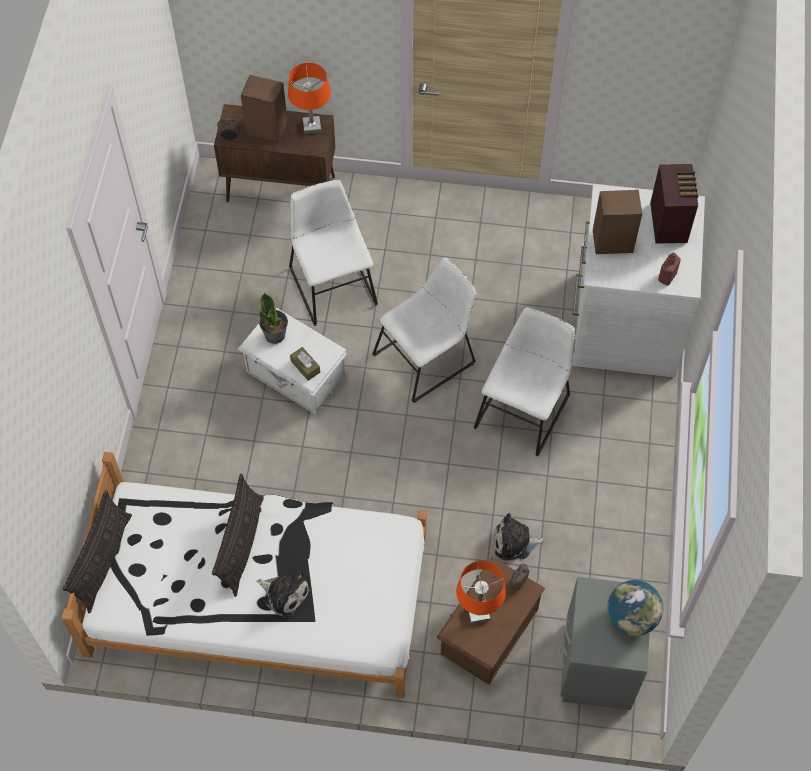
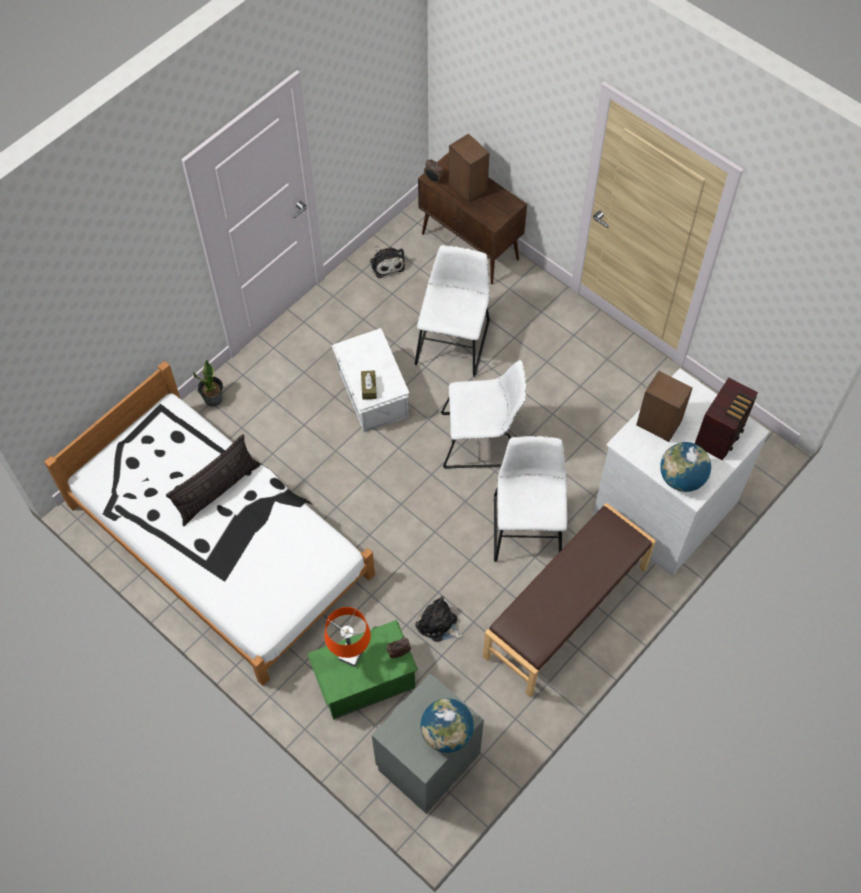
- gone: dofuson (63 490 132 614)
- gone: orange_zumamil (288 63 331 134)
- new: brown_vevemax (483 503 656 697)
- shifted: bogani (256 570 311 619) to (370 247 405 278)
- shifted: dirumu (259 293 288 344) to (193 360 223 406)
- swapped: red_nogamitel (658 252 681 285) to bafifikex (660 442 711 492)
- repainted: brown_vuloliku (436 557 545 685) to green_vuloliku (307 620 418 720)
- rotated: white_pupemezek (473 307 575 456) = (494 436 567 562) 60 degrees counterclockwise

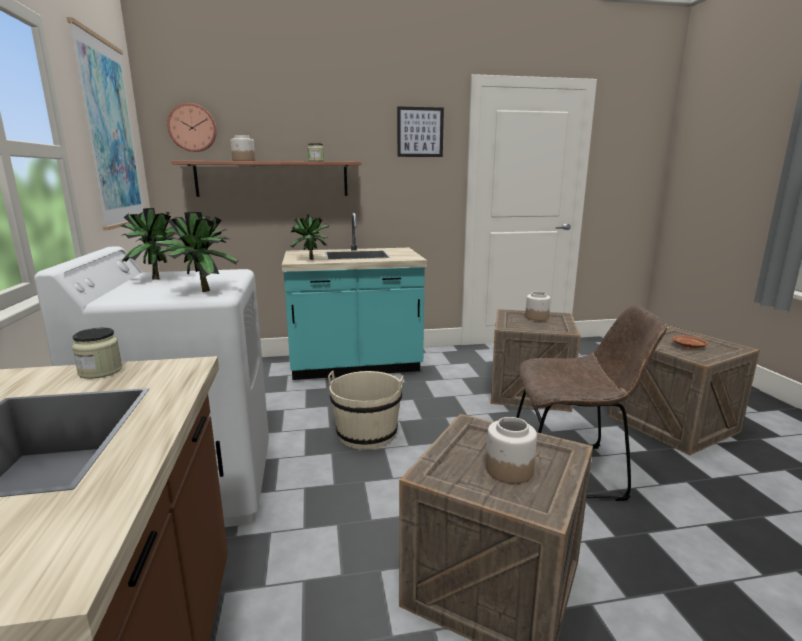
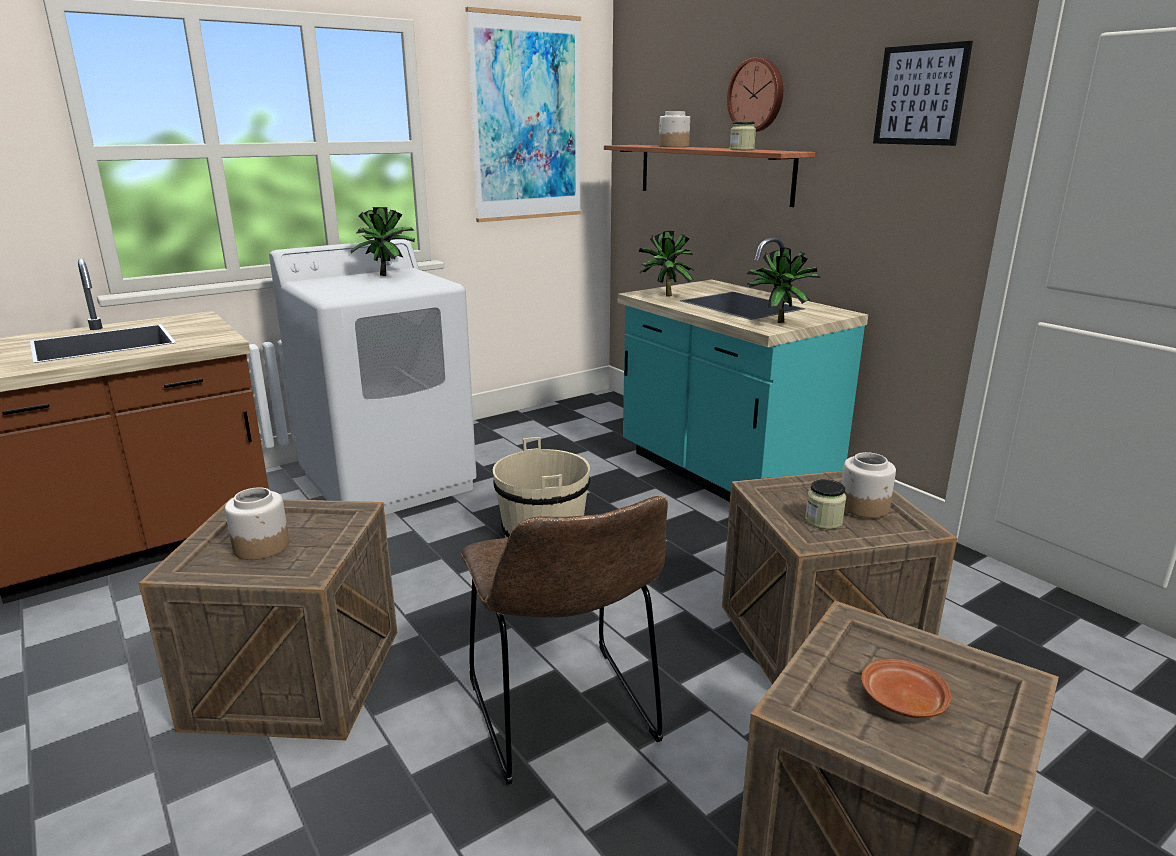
- shifted: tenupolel (72 327 122 379) to (805 479 846 529)
- shifted: dirumu (155 212 238 292) to (747 247 821 323)
- shifted: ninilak (167 103 217 152) to (727 58 783 132)

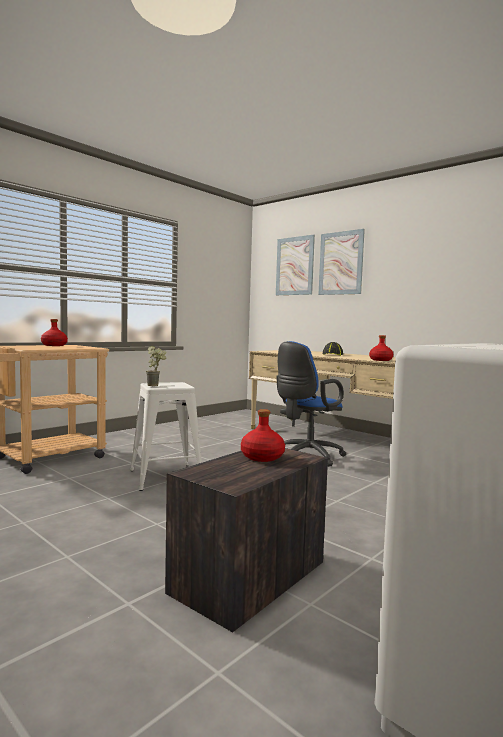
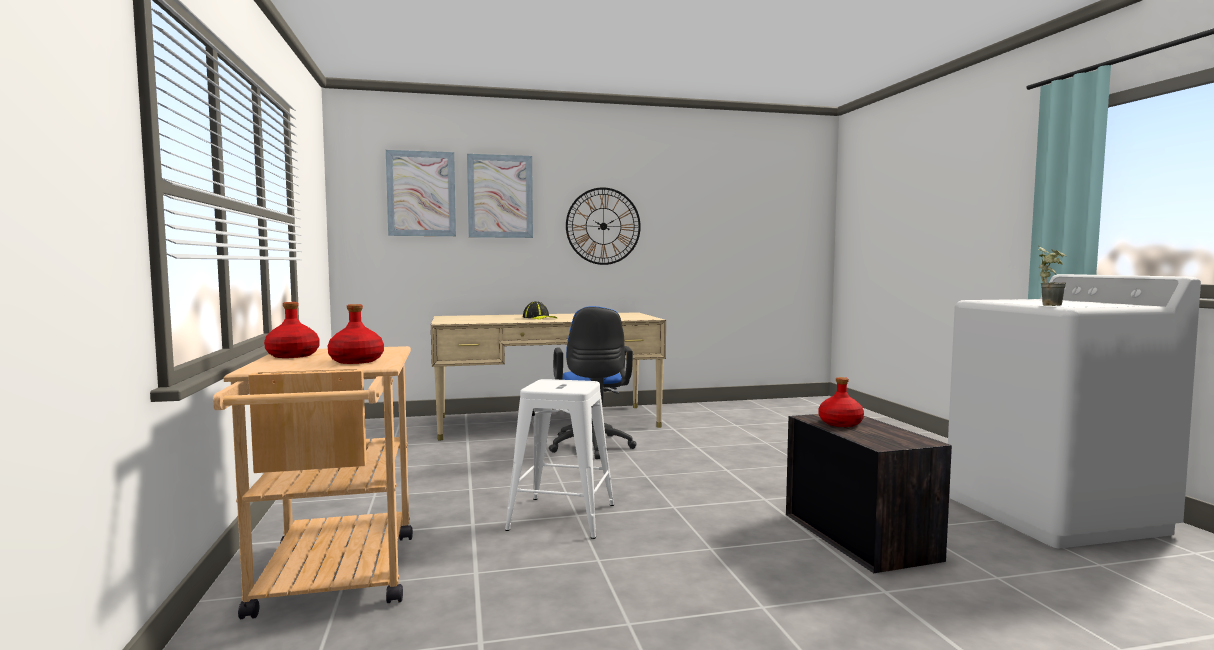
- new: ninilak (566 187 641 265)
- shifted: dirumu (146 346 166 386) to (1038 245 1066 306)
- shifted: red_nogamitel (369 335 393 361) to (328 304 384 364)

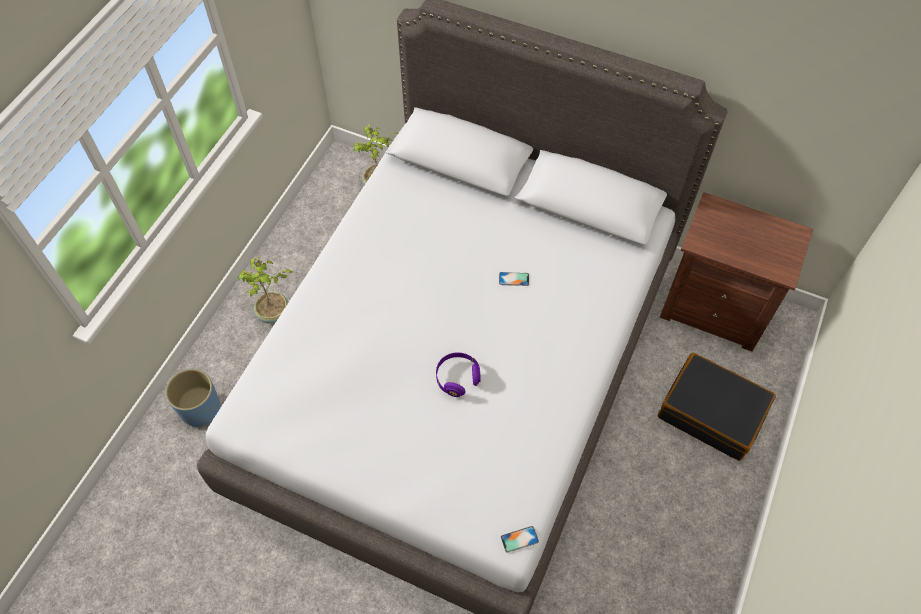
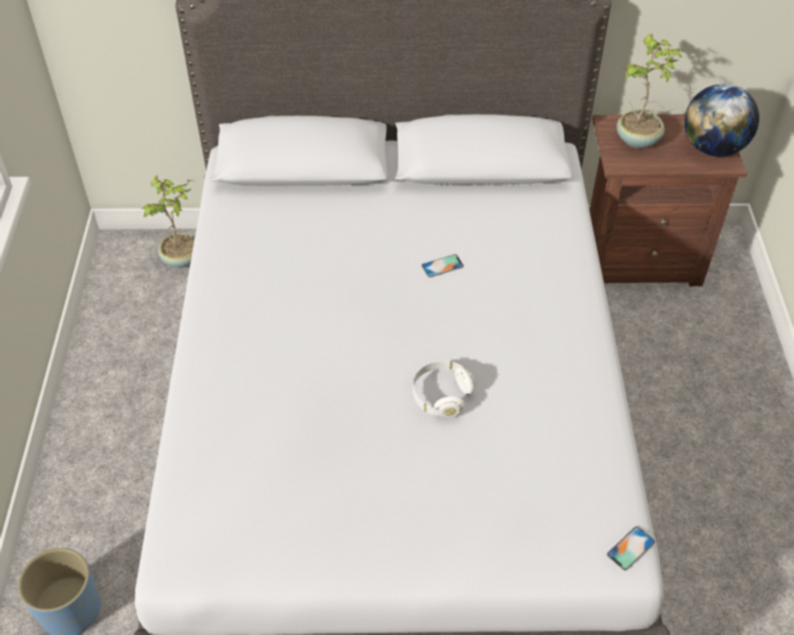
- gone: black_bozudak (658 353 776 461)
- new: bafifikex (684 84 759 157)
- shifted: dirumu (238 256 292 324) to (617 34 684 149)
- repainted: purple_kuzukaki (436 352 481 397) to white_kuzukaki (413 361 475 418)

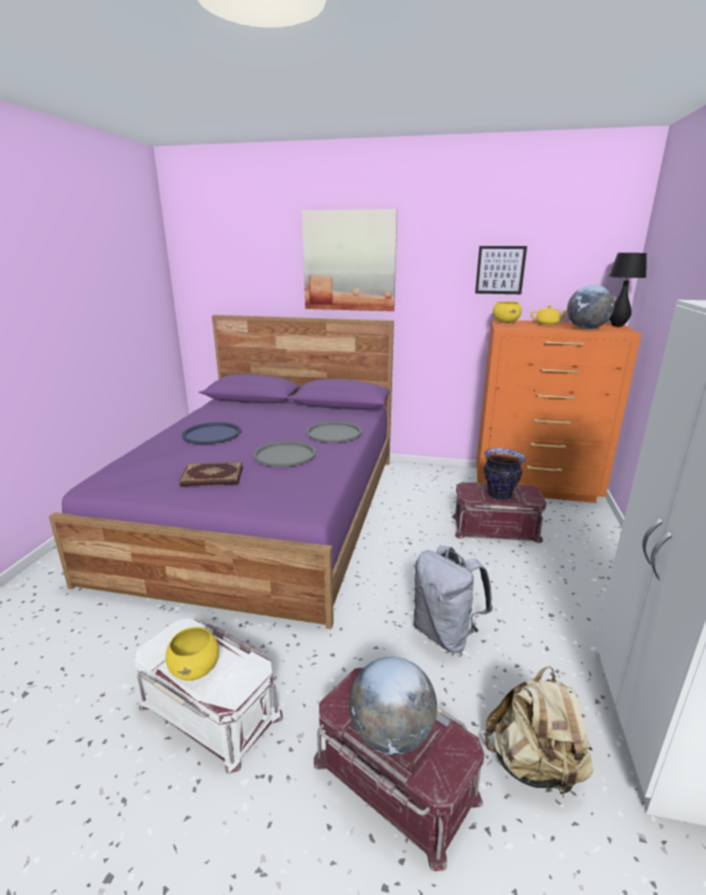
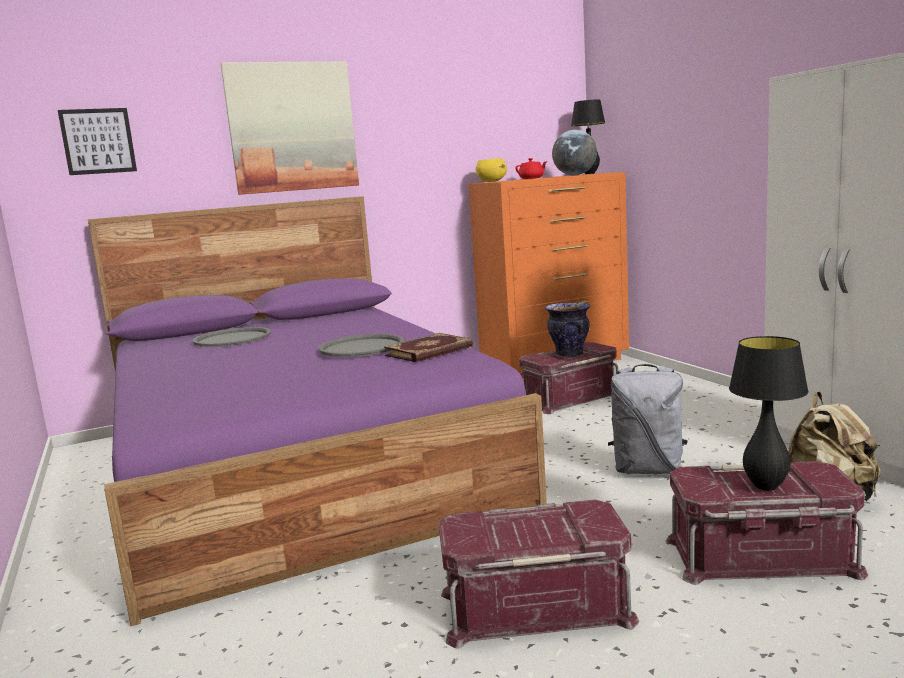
- gone: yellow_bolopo (166 627 219 681)
- gone: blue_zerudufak (182 422 241 444)
- shifted: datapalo (180 462 243 486) to (384 333 473 362)
- shifted: grey_zerudufak (306 421 362 443) to (193 327 271 347)
- shifted: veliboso (475 246 527 294) to (58 108 137 175)
- swapped: bafifikex (349 657 437 755) to black_zumamil (729 336 809 491)
- repainted: white_vuloliku (134 618 283 774) to red_vuloliku (439 500 639 649)
- repainted: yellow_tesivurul (531 305 567 325) to red_tesivurul (515 158 548 179)

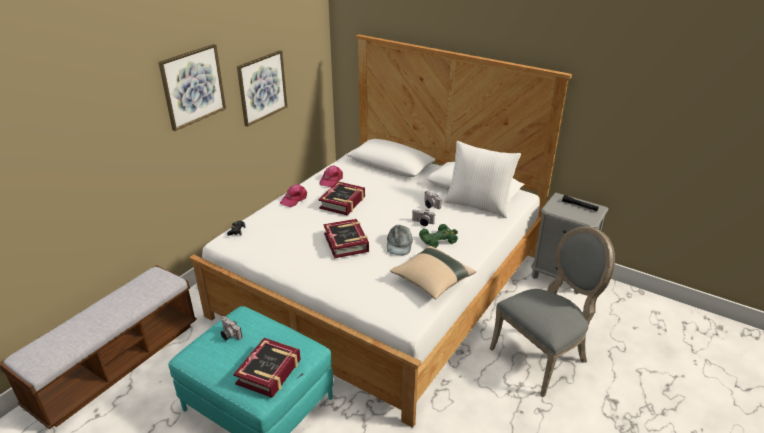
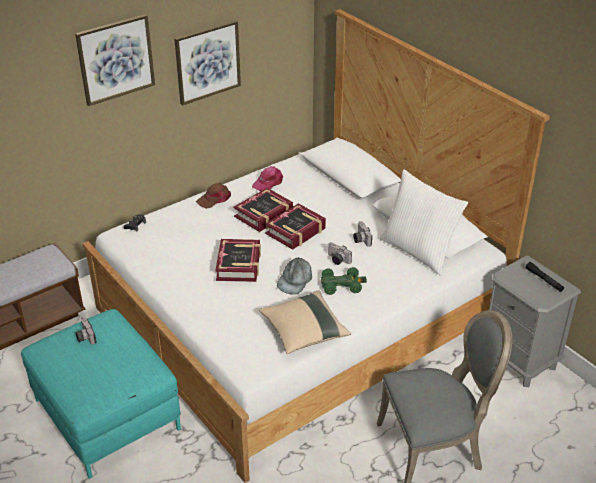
- shifted: datapalo (233 338 301 398) to (265 203 326 250)
- repainted: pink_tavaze (280 184 307 207) to brown_tavaze (196 183 231 209)

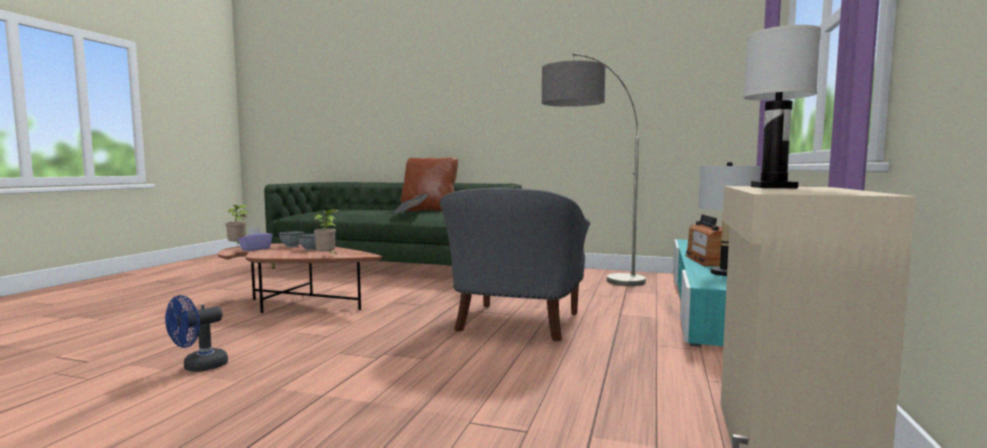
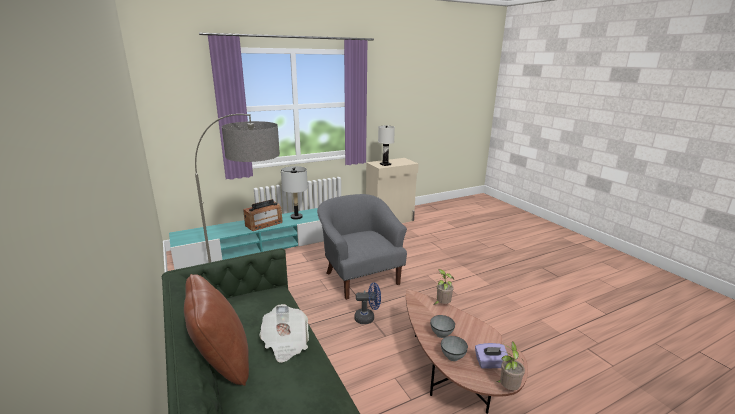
- shifted: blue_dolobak (165 295 228 372) to (354 283 381 324)
- rotated: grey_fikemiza (440 188 590 341) = (317 194 407 300) 90 degrees counterclockwise

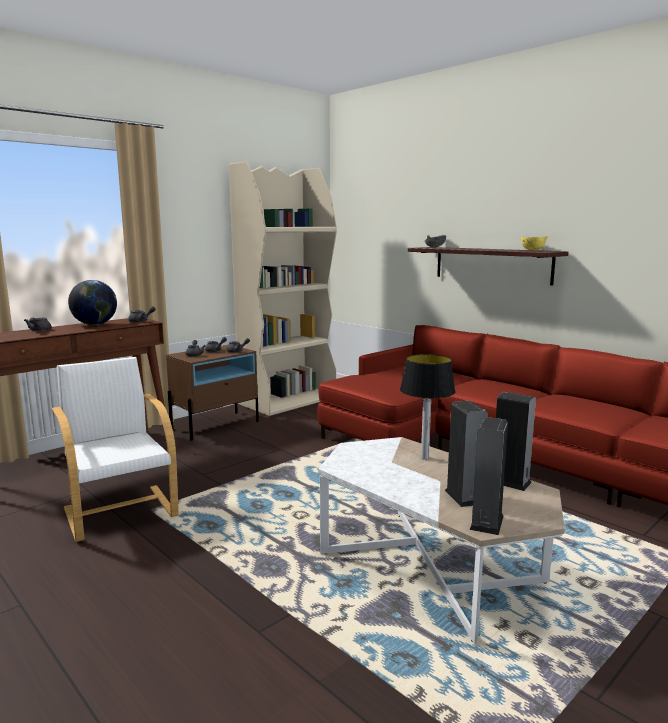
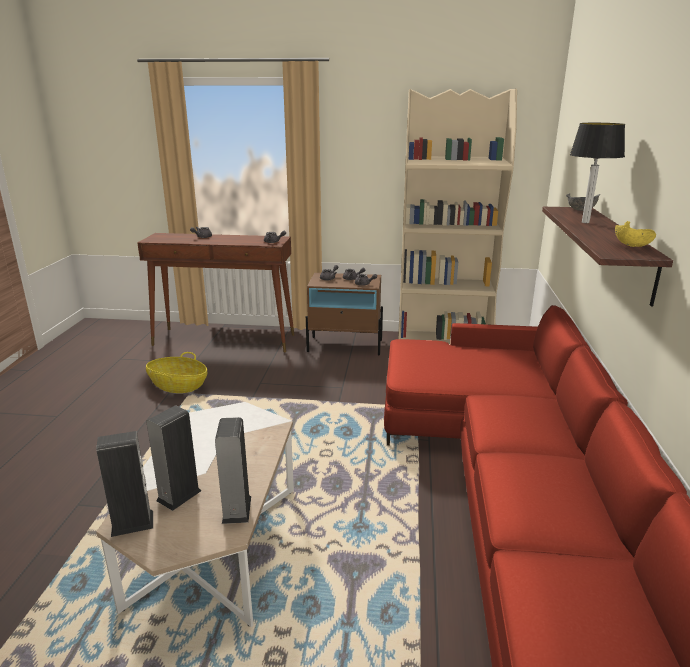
- gone: bafifikex (68 280 117 325)
- shifted: zumamil (400 354 456 460) to (570 123 625 223)
- swapped: white_fikemiza (52 357 179 542) to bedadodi (146 352 207 393)

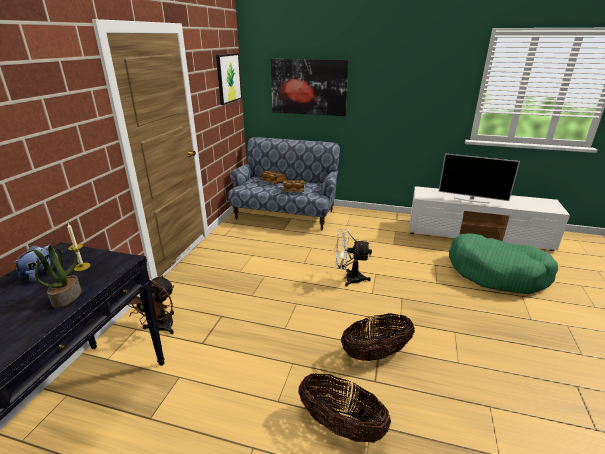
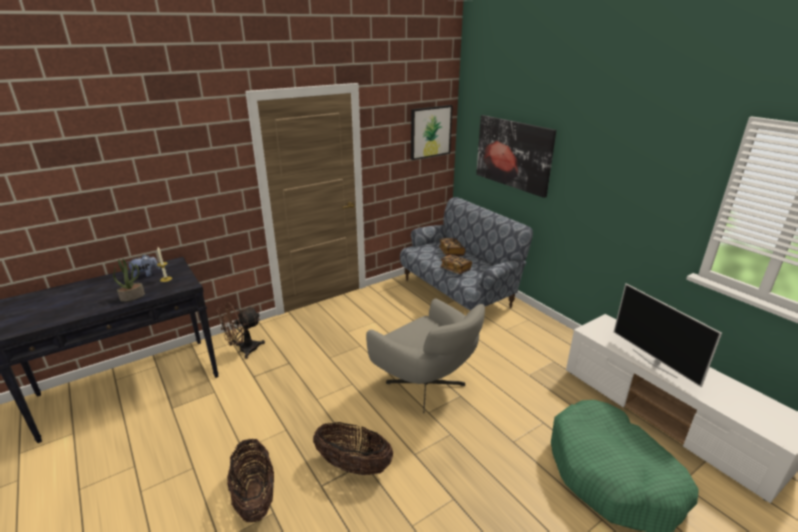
- swapped: white_dolobak (336 229 372 287) to grey_fikemiza (366 299 485 413)

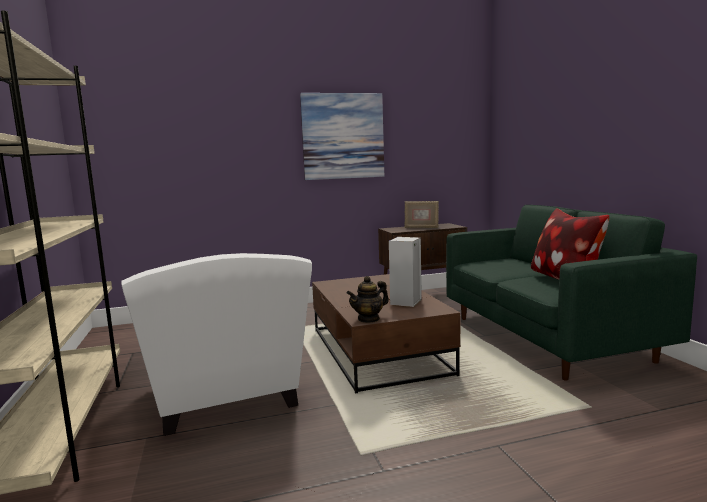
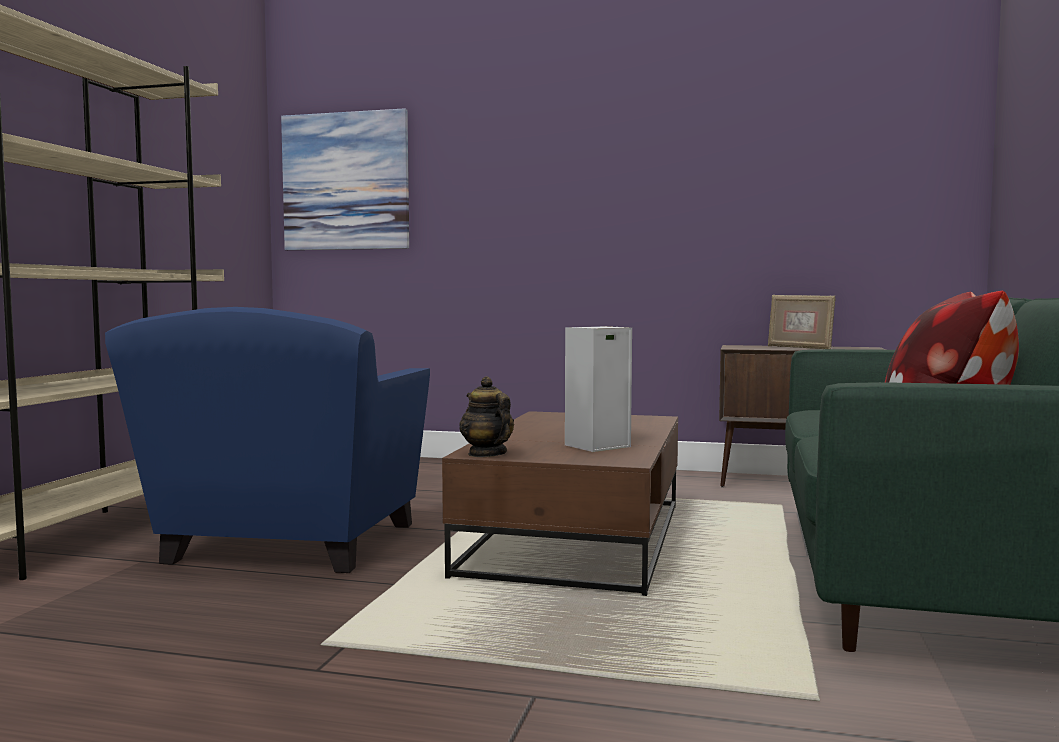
- shifted: veliboso (300 93 384 180) to (281 108 409 250)
- repainted: white_fikemiza (121 253 312 436) to blue_fikemiza (105 307 430 573)
- rotated: tesivurul (347 276 389 323) = (459 376 514 457) 60 degrees clockwise

